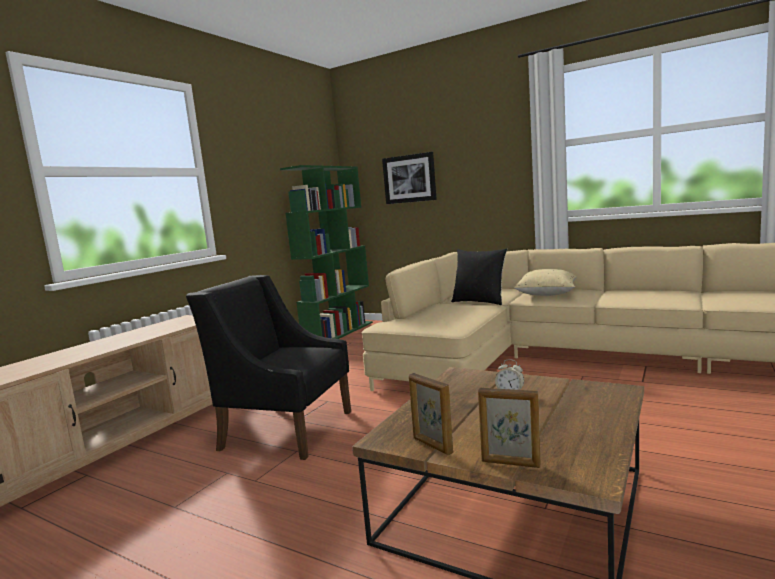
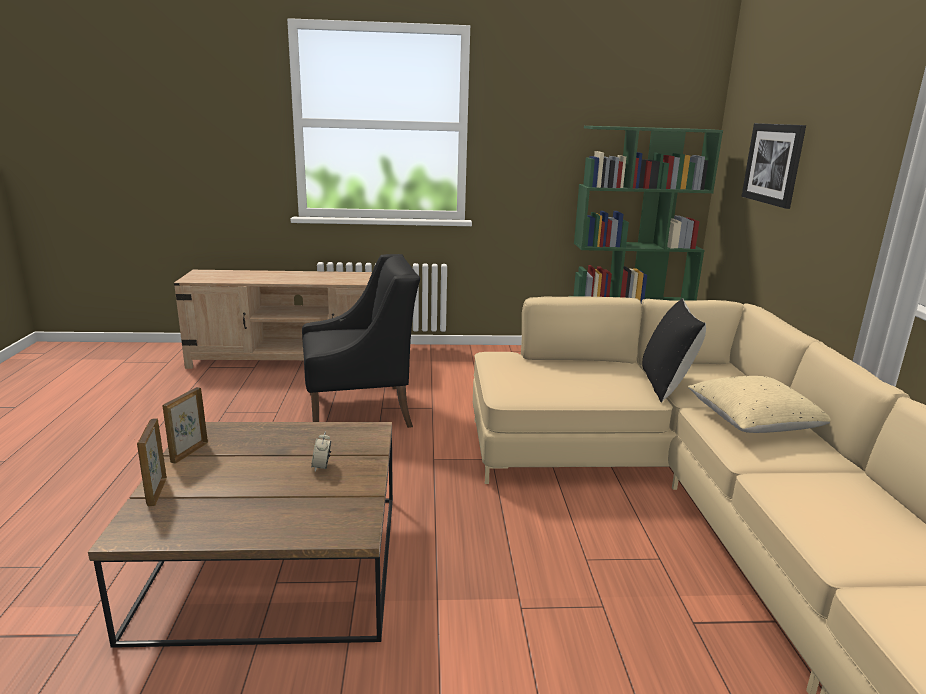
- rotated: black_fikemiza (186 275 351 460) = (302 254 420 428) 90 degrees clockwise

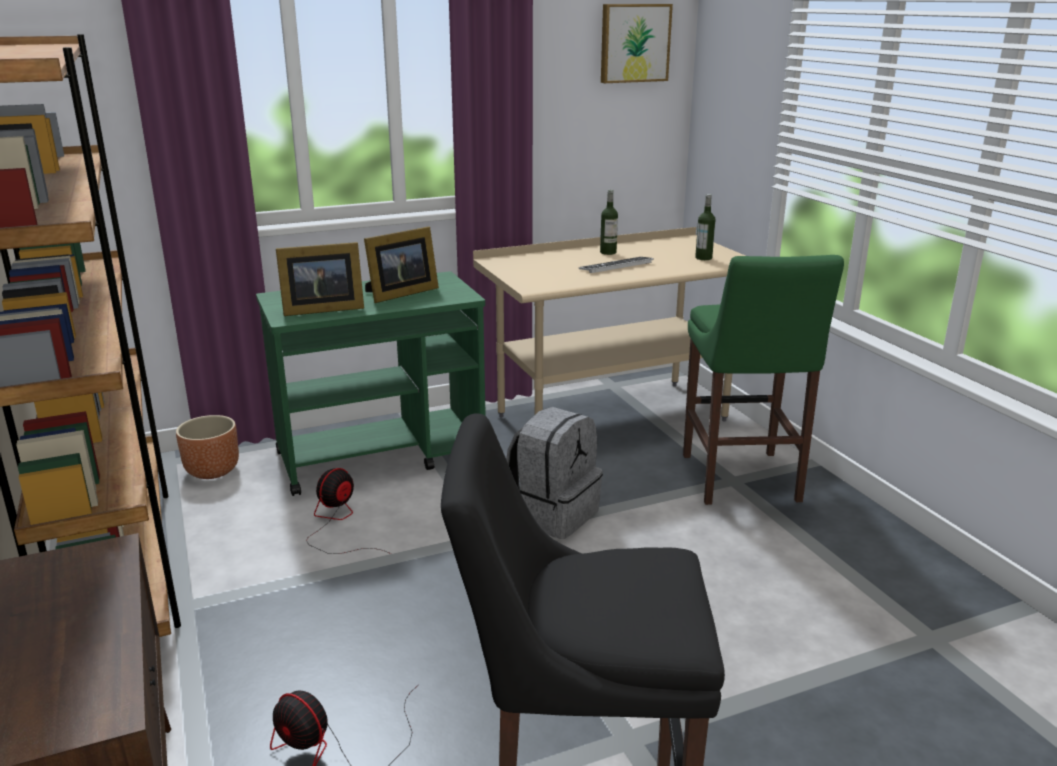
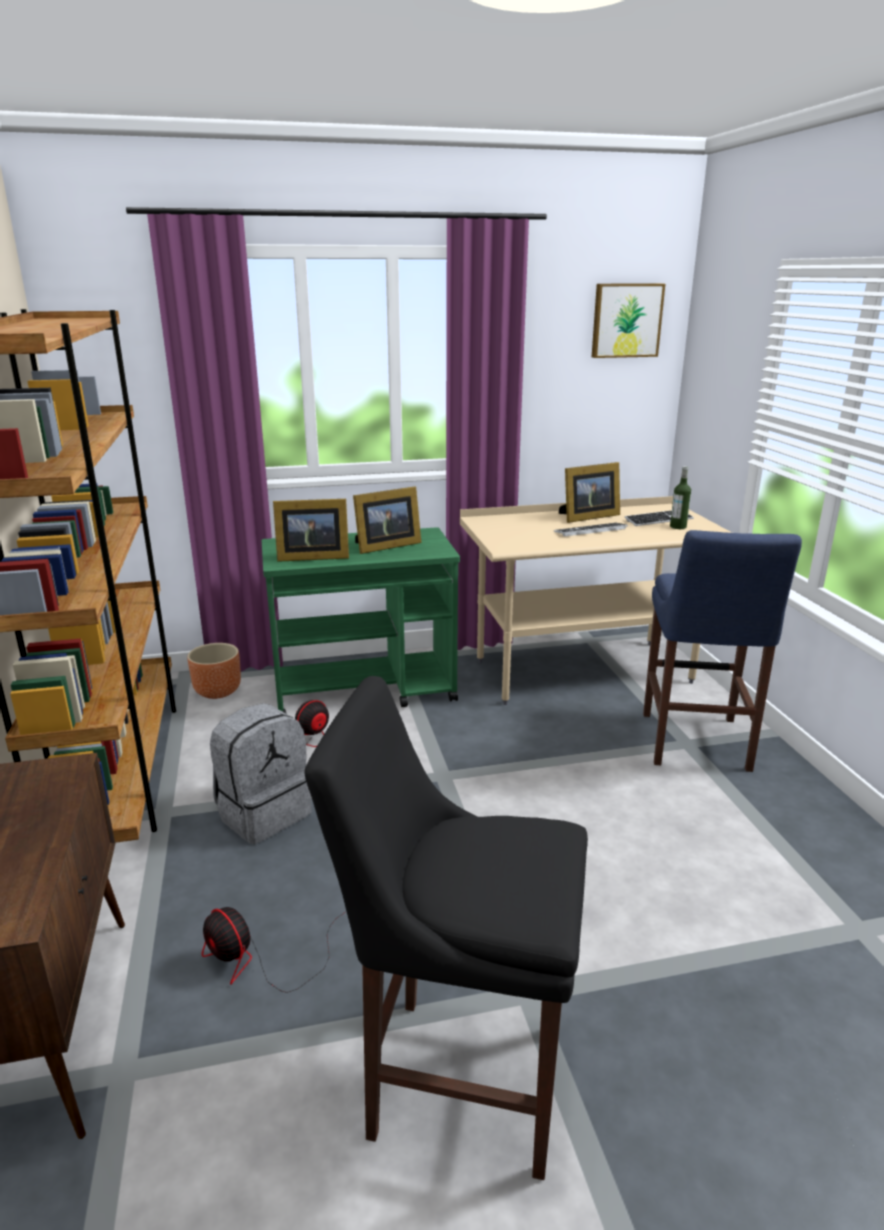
- new: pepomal (625 510 694 526)
- shifted: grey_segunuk (506 407 603 539) to (210 703 312 844)
- swapped: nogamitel (600 190 618 255) to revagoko (559 462 620 523)
- repainted: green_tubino (683 255 844 505) to blue_tubino (643 530 802 772)

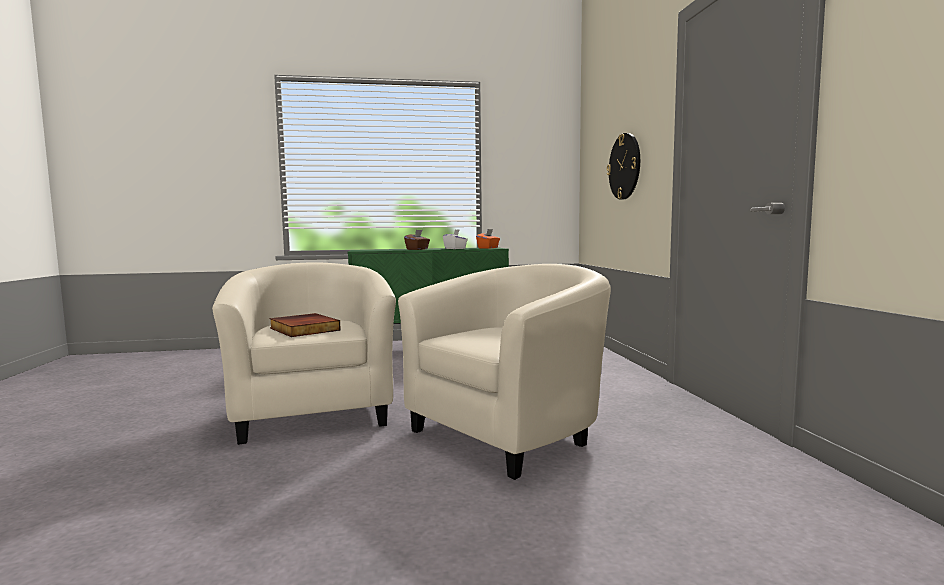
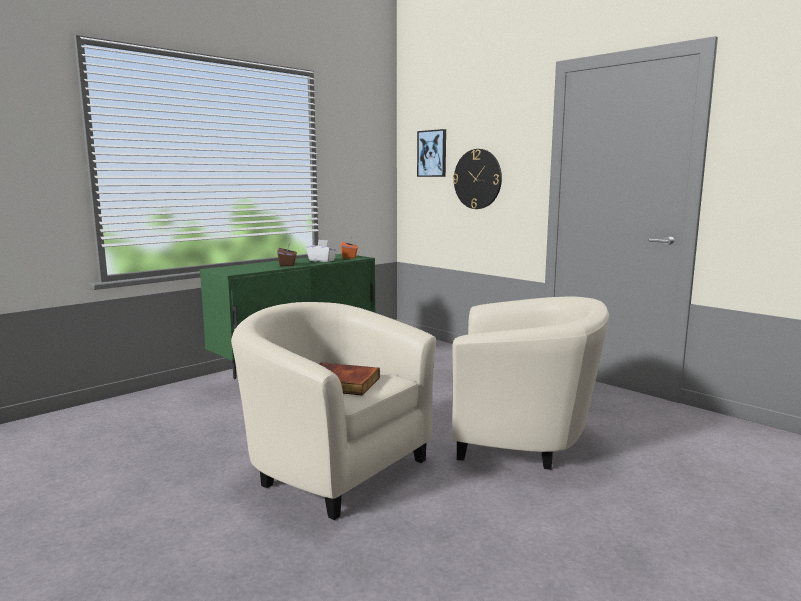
- new: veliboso (417 129 446 177)
- rotated: beige_fikemiza (398 264 611 480) = (452 296 609 470) 90 degrees clockwise

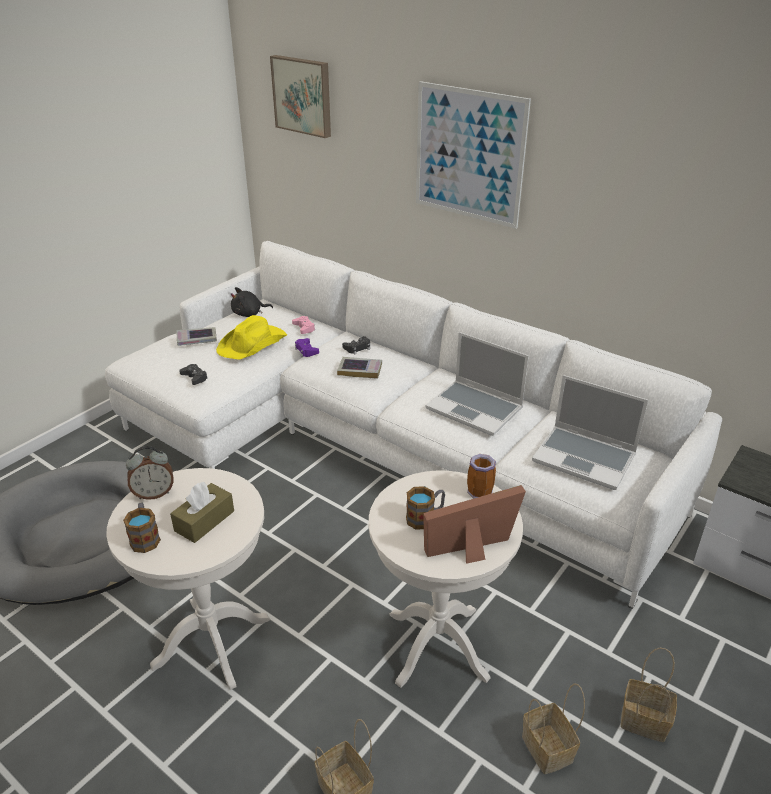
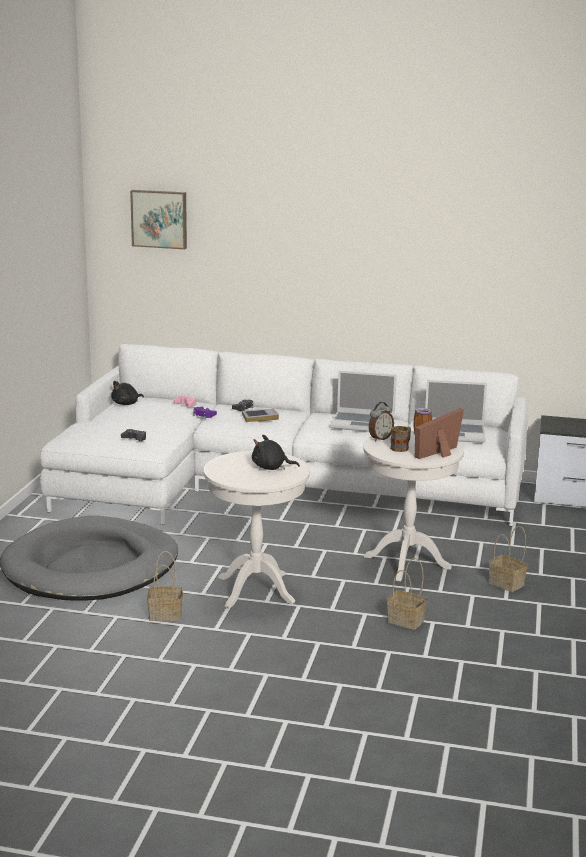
- gone: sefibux (123 503 161 553)
- gone: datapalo (176 327 217 346)
- gone: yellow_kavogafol (216 315 287 360)
- gone: veliboso (416 81 531 229)
- shifted: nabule (126 446 173 500) to (369 402 394 441)
- shifted: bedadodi (621 648 677 742) to (147 551 183 621)
- swapped: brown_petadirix (170 482 234 543) to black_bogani (252 435 300 470)

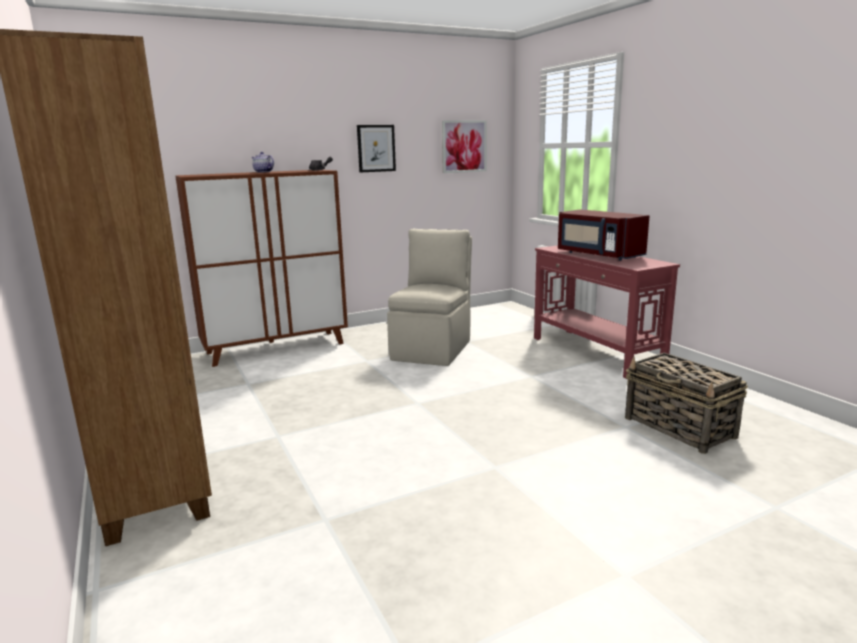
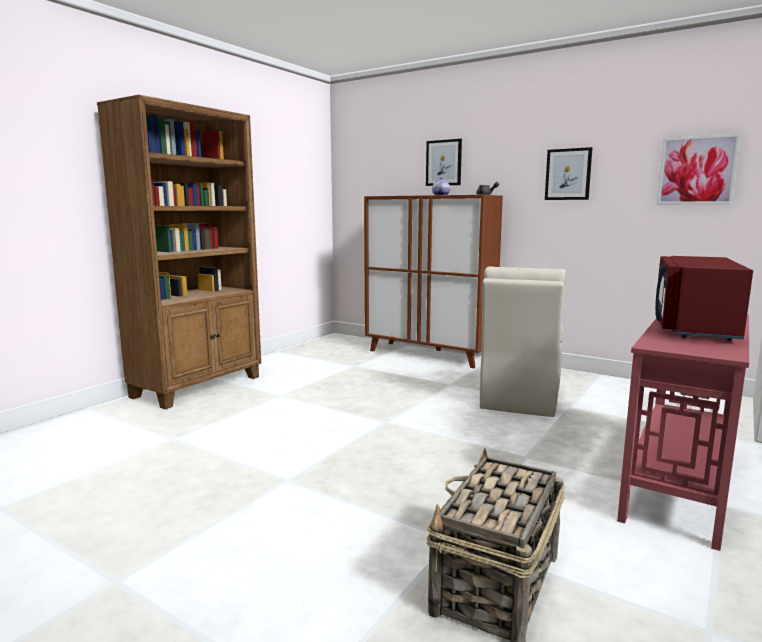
- new: veliboso (426 139 462 186)
- rotated: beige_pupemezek (387 229 472 366) = (480 266 566 417) 120 degrees clockwise

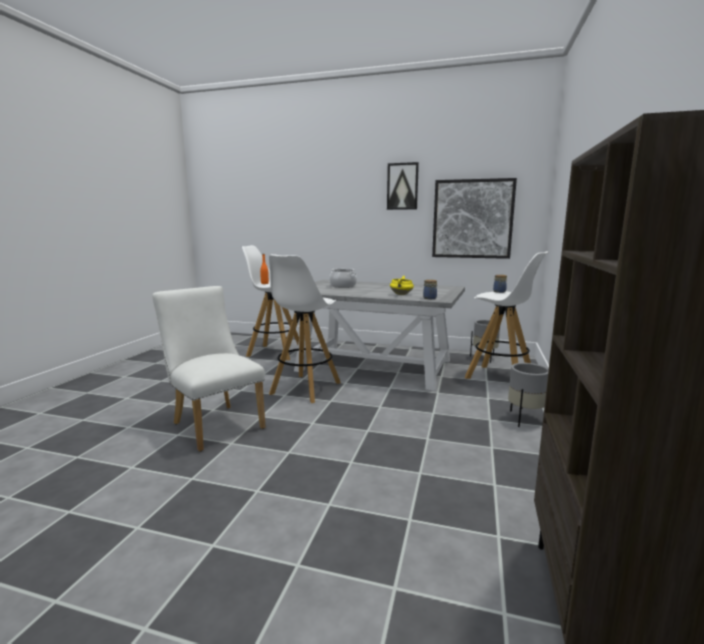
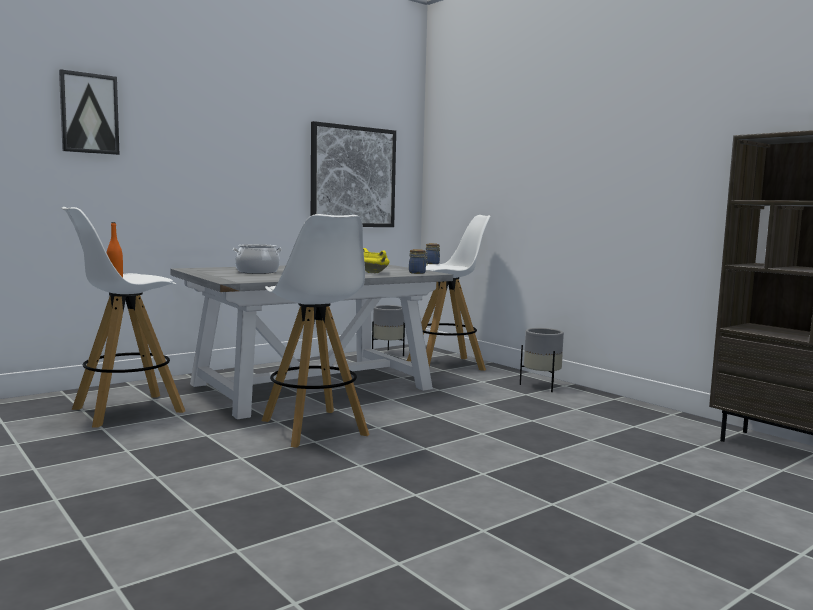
- gone: white_pupemezek (152 286 266 452)
- shifted: veliboso (387 162 419 210) to (59 69 119 155)

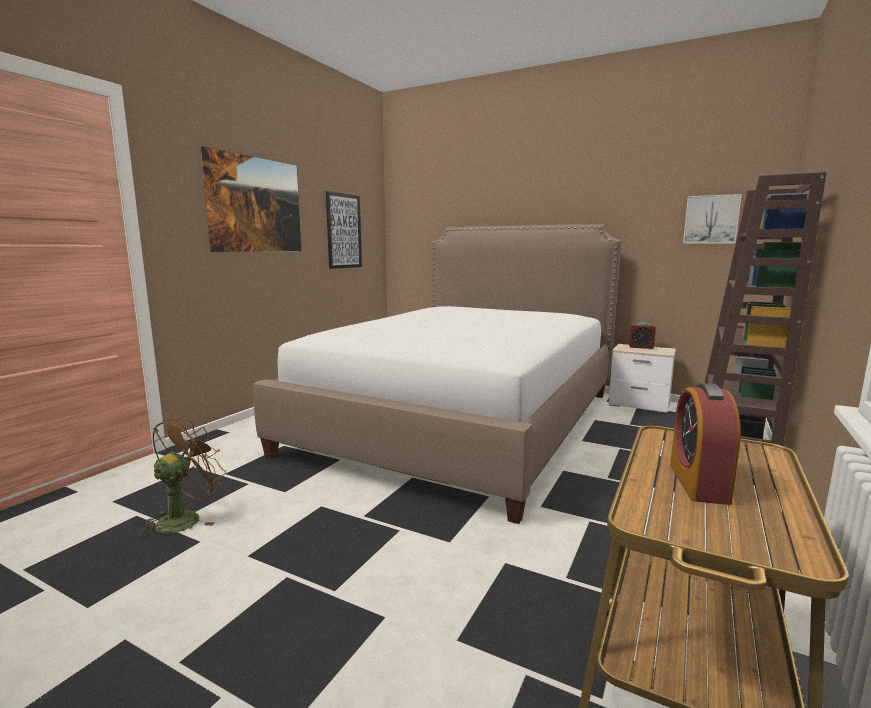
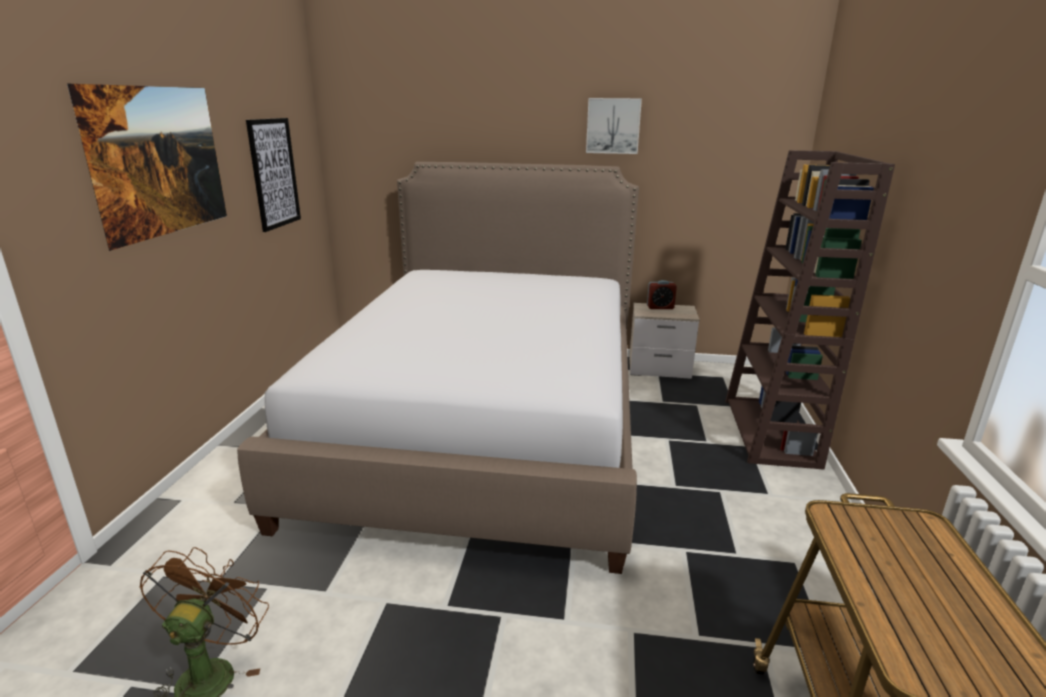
- gone: nabule (670 383 741 505)
- shifted: veliboso (683 194 742 244) to (586 98 642 154)

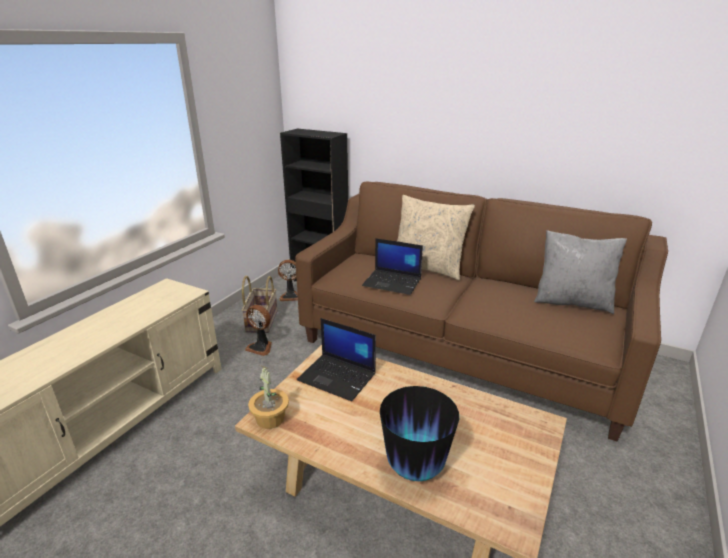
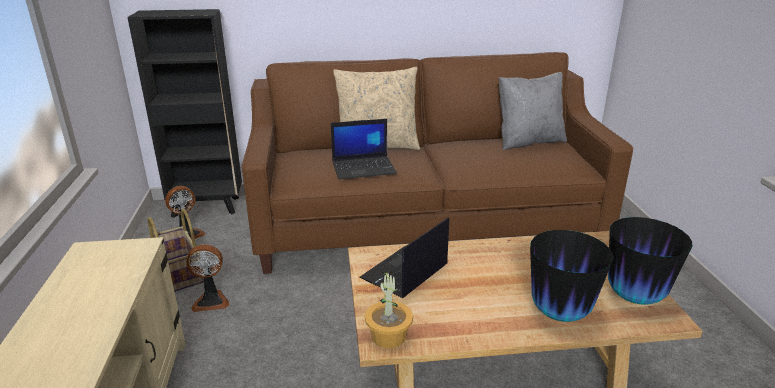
- new: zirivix (608 217 692 305)
- rotated: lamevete (297 318 376 401) = (359 217 449 298) 135 degrees clockwise

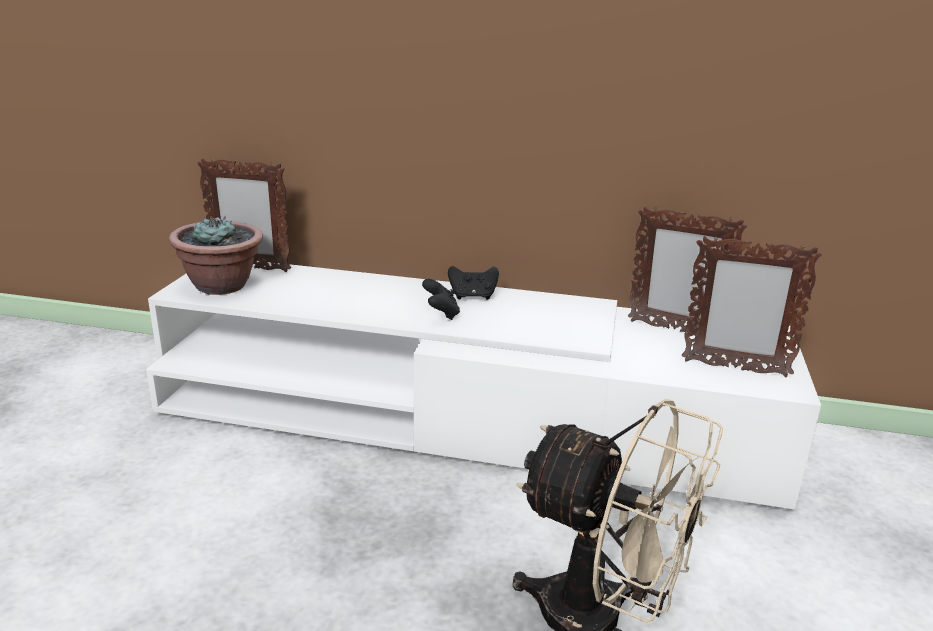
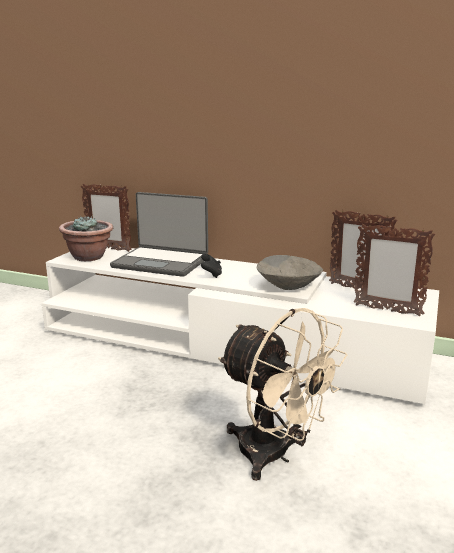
- gone: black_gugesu (448 266 499 300)
- new: lamevete (110 192 208 277)
- new: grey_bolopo (257 255 323 290)

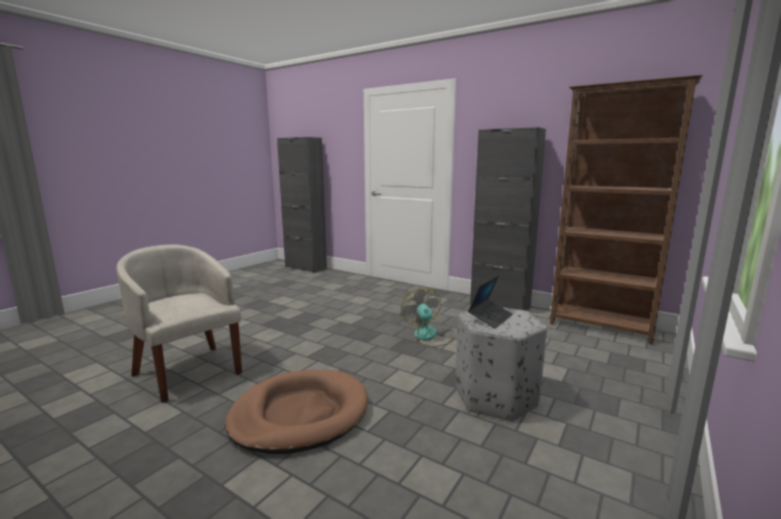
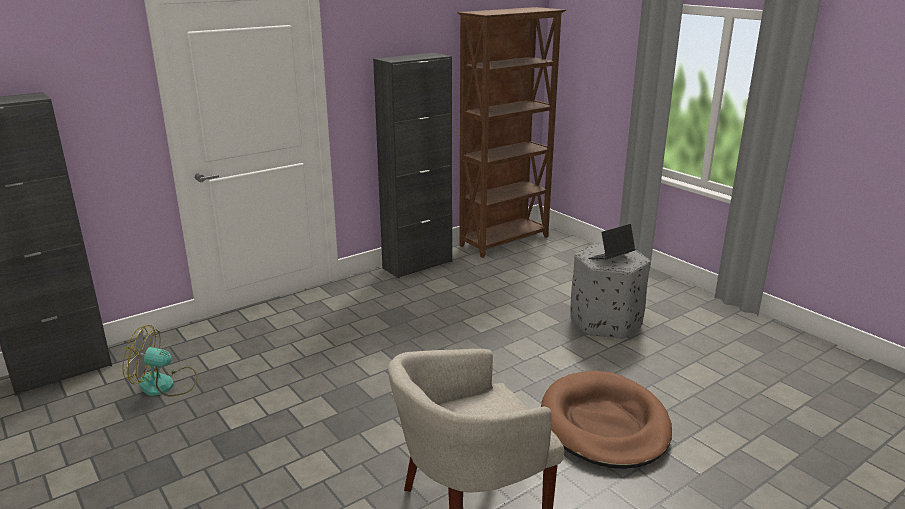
- shifted: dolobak (401 288 455 347) to (122 325 198 397)
- rotated: lamevete (468 275 513 329) = (588 224 635 259) 90 degrees counterclockwise

